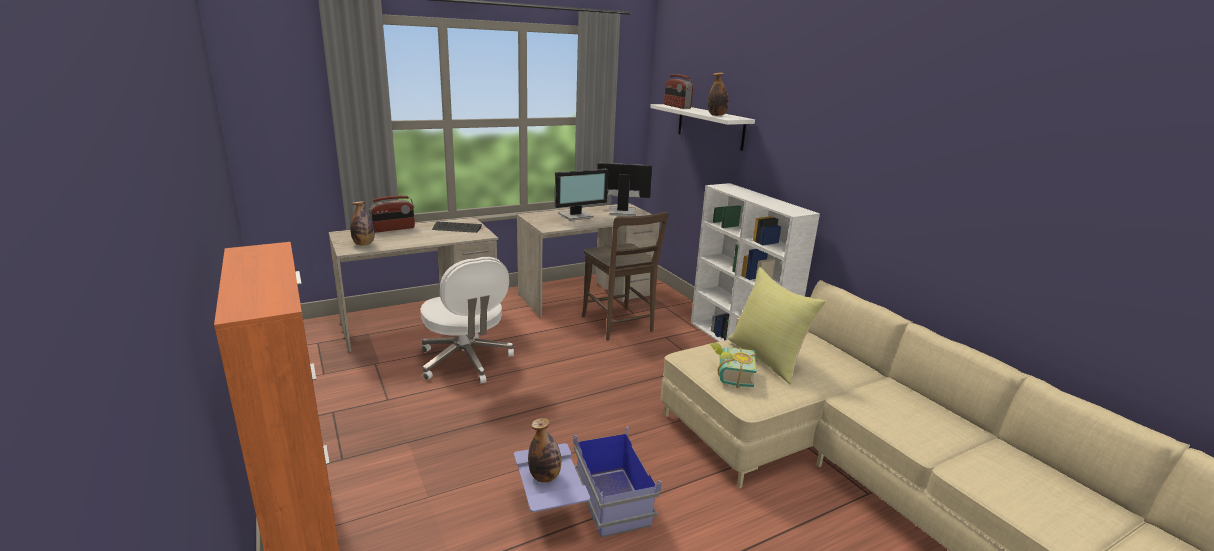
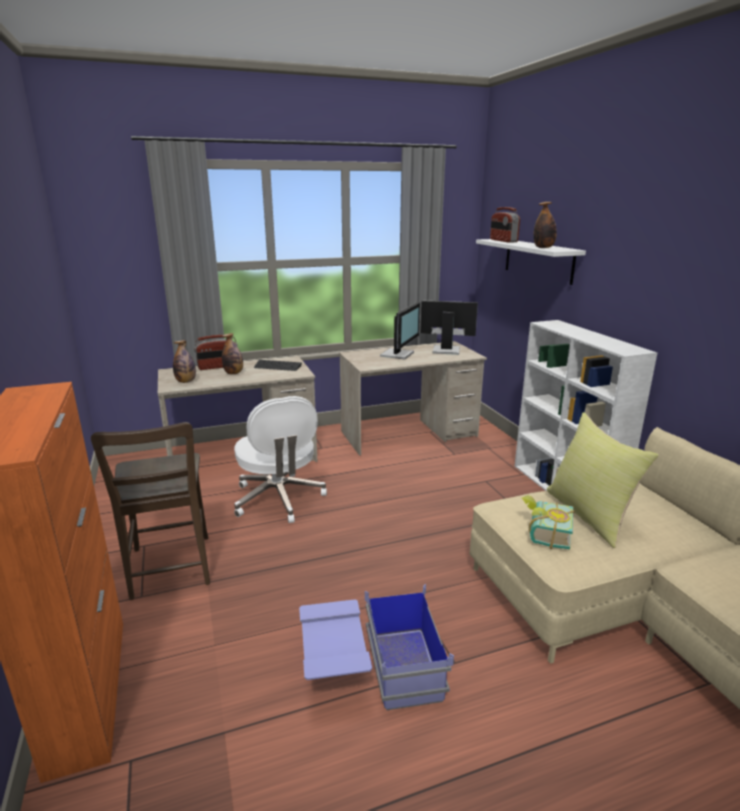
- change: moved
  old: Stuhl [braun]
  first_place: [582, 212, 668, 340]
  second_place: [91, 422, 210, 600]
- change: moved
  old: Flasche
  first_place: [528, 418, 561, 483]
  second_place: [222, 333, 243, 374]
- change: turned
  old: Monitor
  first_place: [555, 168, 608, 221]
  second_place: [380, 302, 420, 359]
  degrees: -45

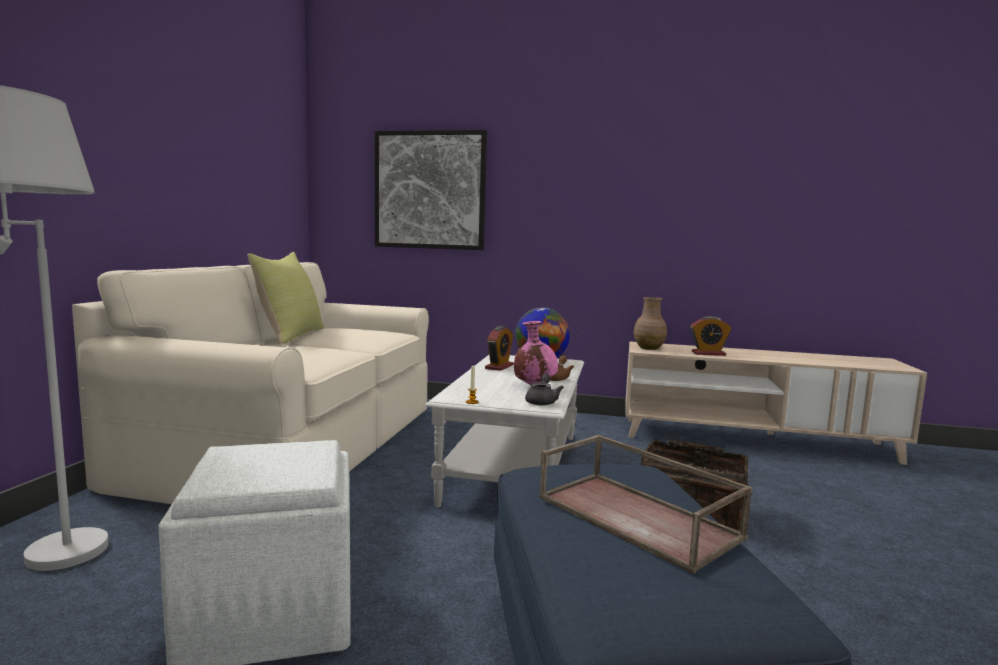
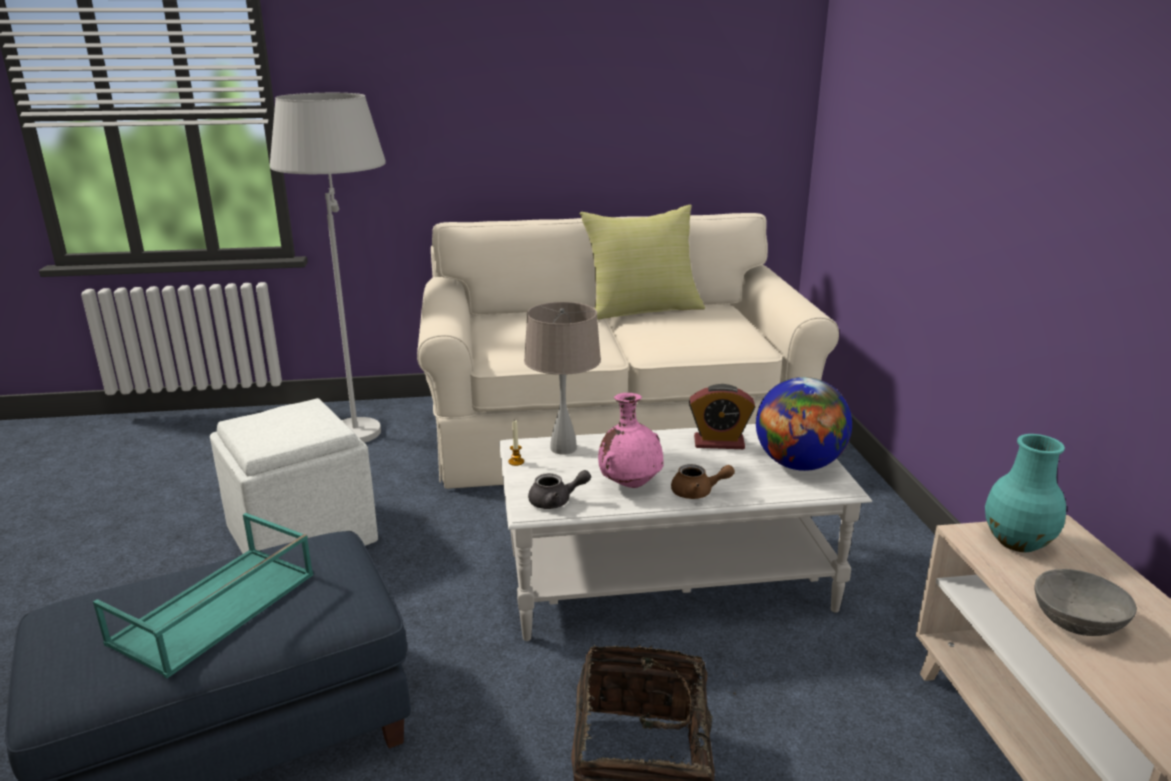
- change: recoloured
  old: Tablett [braun]
  new: Tablett [türkis]
  first_place: [539, 435, 753, 574]
  second_place: [93, 513, 313, 678]
- change: added
  new: Tischlampe [beige]
  second_place: [524, 302, 601, 454]
- change: recoloured
  old: Vase [braun]
  new: Vase [türkis]
  first_place: [633, 297, 667, 350]
  second_place: [985, 434, 1066, 552]
- change: replaced
  old: Wecker
  new: Schüssel [grau]
  first_place: [690, 316, 731, 356]
  second_place: [1034, 569, 1137, 636]
- change: removed
  old: Bild
  first_place: [375, 130, 487, 250]

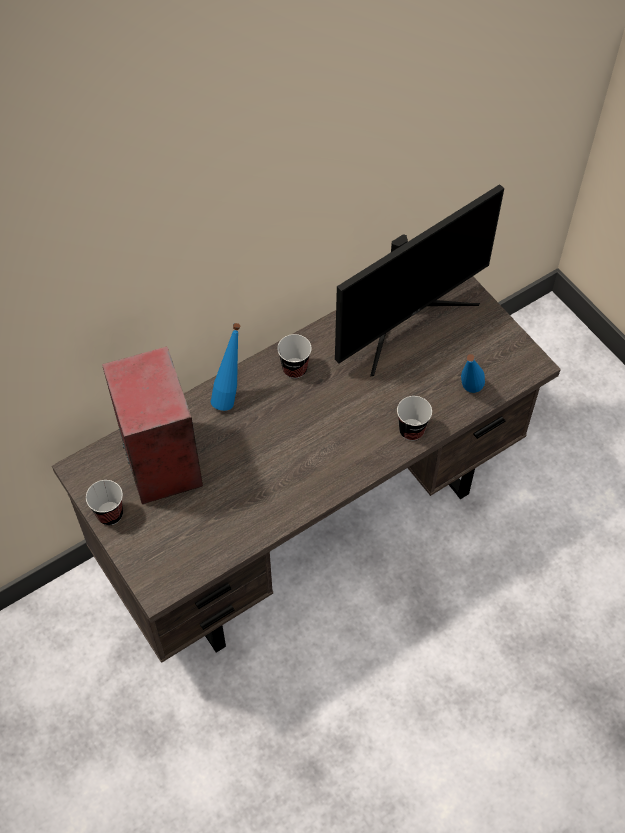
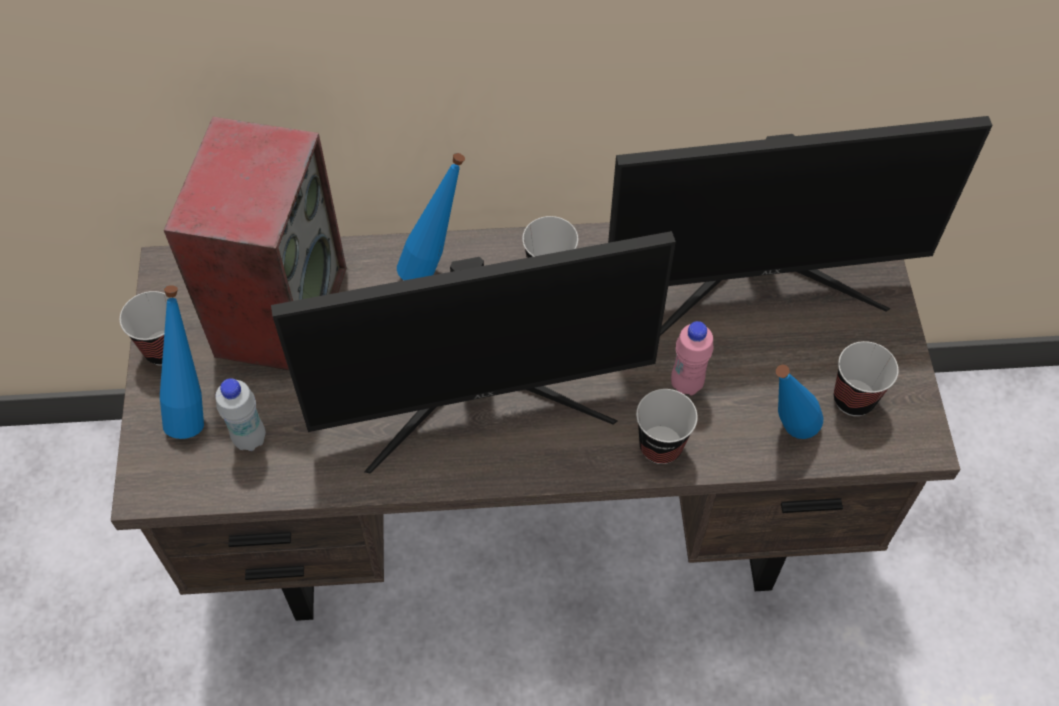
- change: added
  new: Flasche [blau]
  second_place: [160, 285, 204, 439]
- change: added
  new: Flasche [weiß]
  second_place: [215, 378, 266, 451]
- change: added
  new: Monitor
  second_place: [271, 231, 676, 474]
- change: added
  new: Flasche [rosa]
  second_place: [671, 321, 713, 395]
- change: added
  new: Tasse
  second_place: [834, 341, 899, 416]

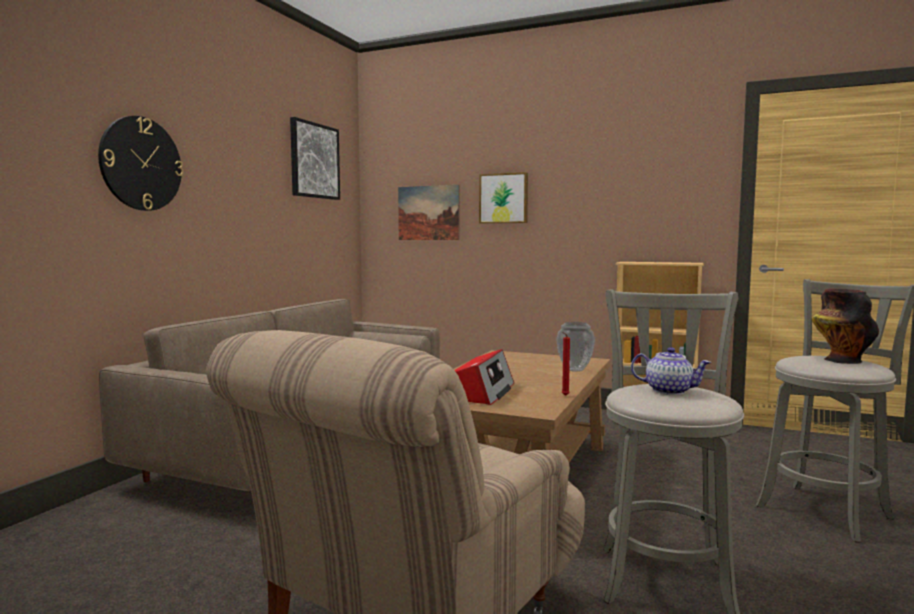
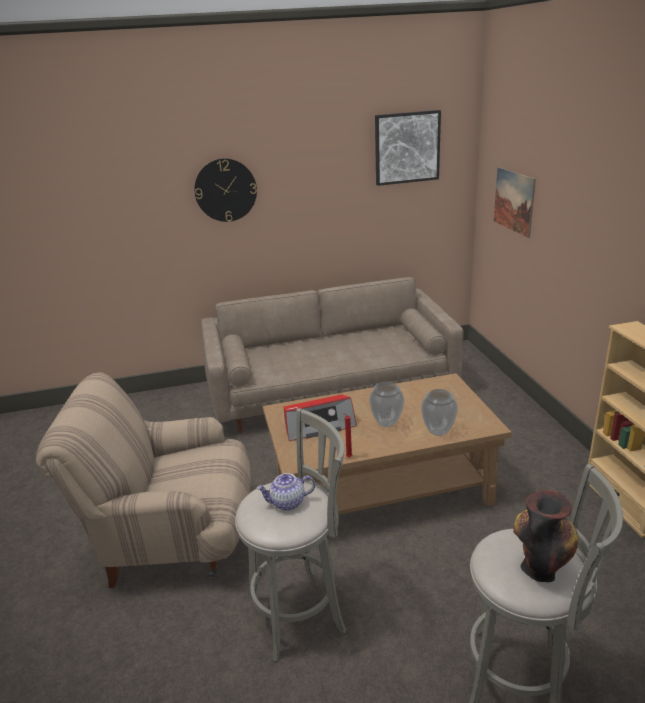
- change: turned
  old: Teekanne
  first_place: [631, 347, 711, 395]
  second_place: [256, 473, 315, 511]
  degrees: 90
- change: added
  new: Vase
  second_place: [369, 381, 404, 427]
- change: removed
  old: Bild
  first_place: [479, 172, 528, 224]

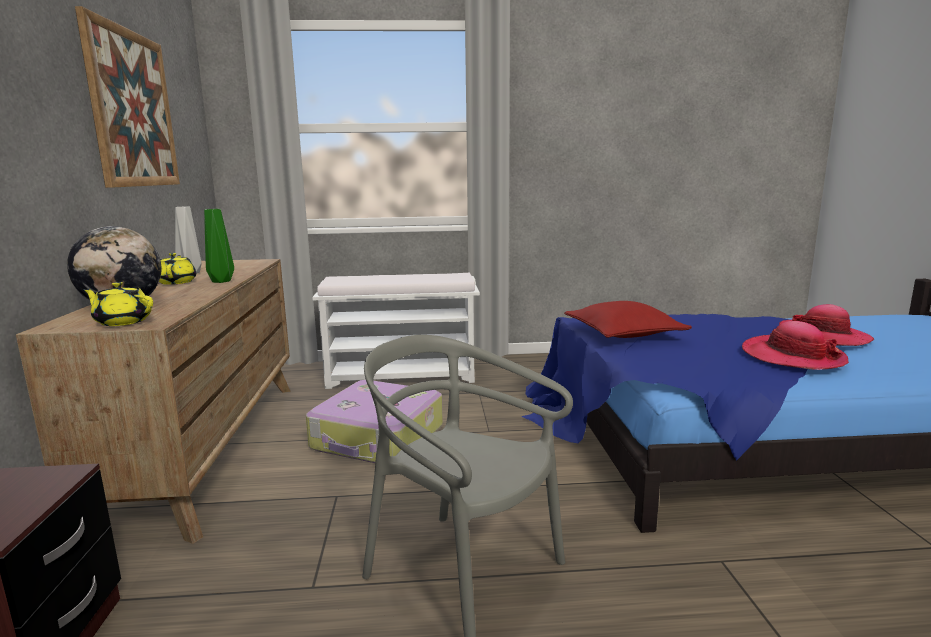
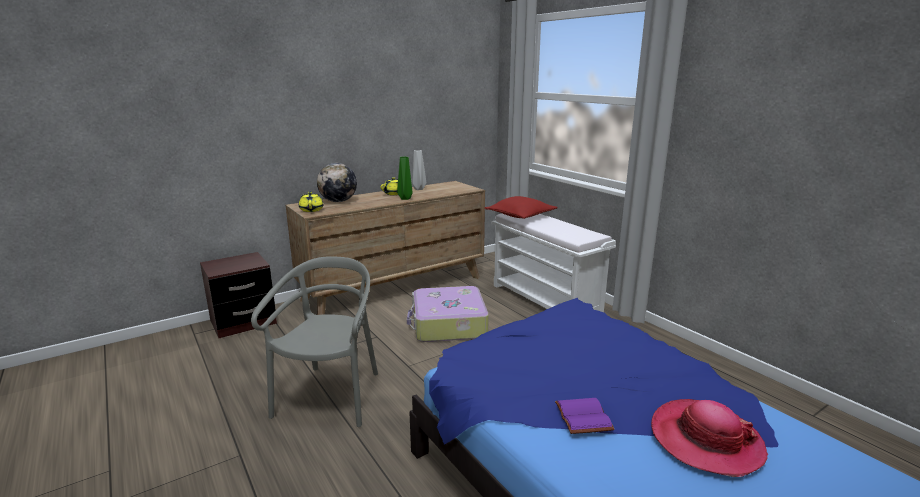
- change: moved
  old: Kissen [rot]
  first_place: [564, 301, 692, 338]
  second_place: [485, 196, 558, 219]
- change: replaced
  old: Hut
  new: Buch [lila]
  first_place: [742, 321, 849, 370]
  second_place: [555, 398, 615, 434]
- change: removed
  old: Bild
  first_place: [75, 6, 180, 188]

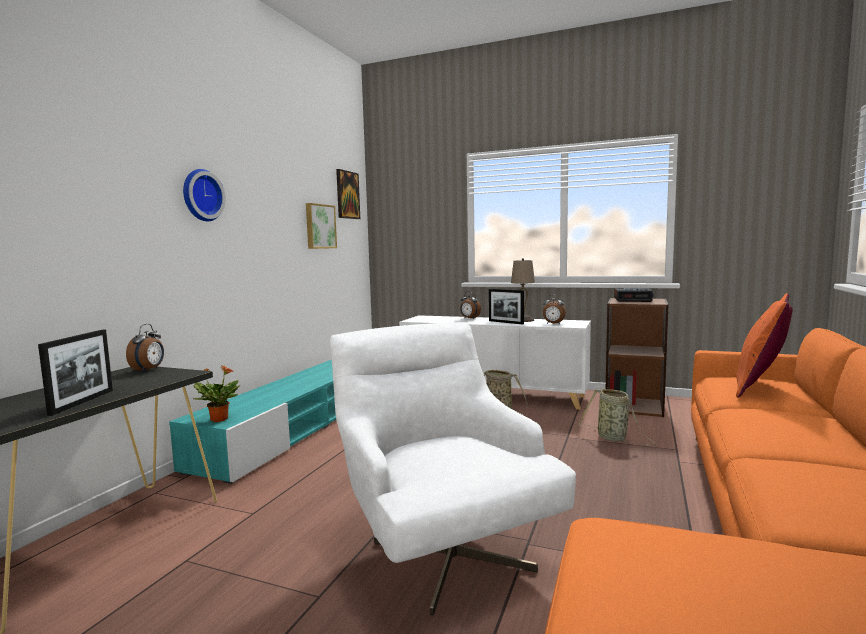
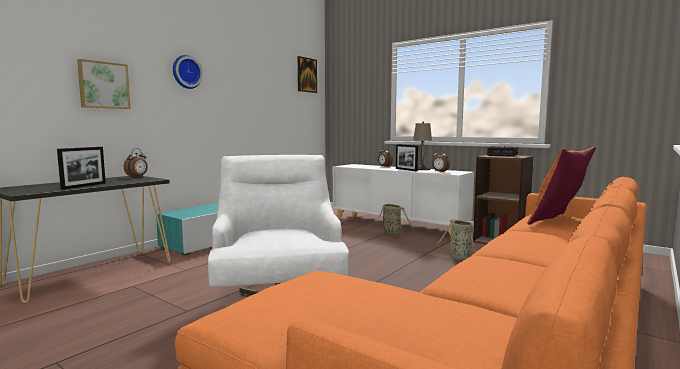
- change: moved
  old: Bild
  first_place: [306, 203, 337, 249]
  second_place: [77, 59, 131, 109]
- change: removed
  old: Topfpflanze
  first_place: [193, 365, 241, 422]

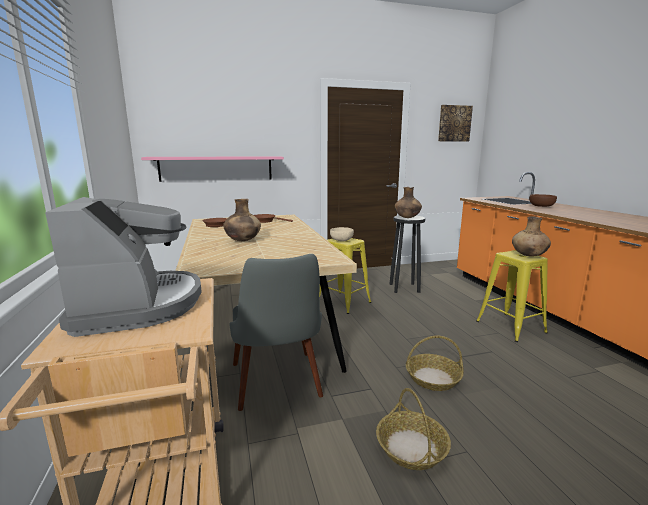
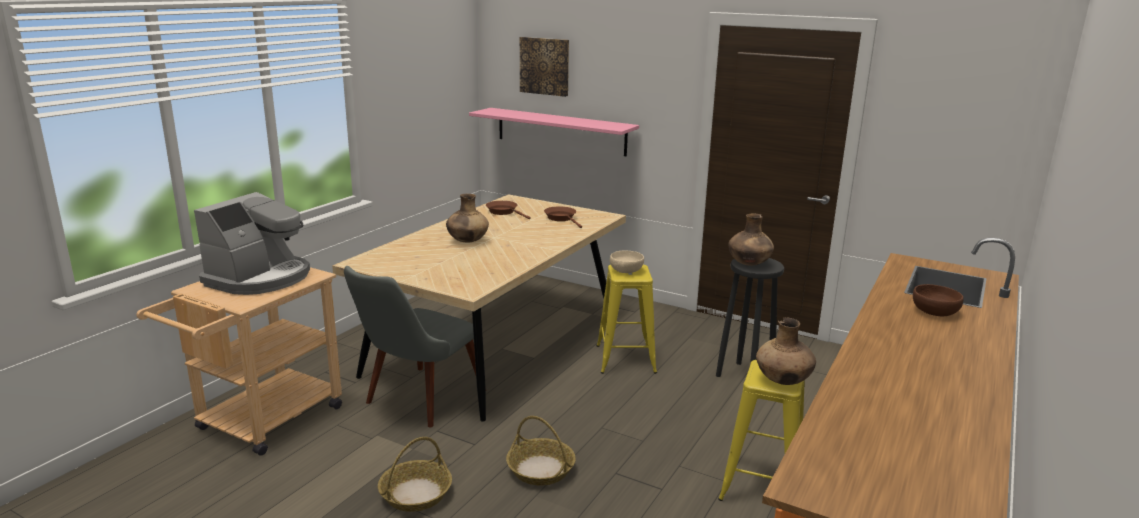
- change: moved
  old: Bild
  first_place: [438, 105, 473, 142]
  second_place: [520, 37, 569, 97]

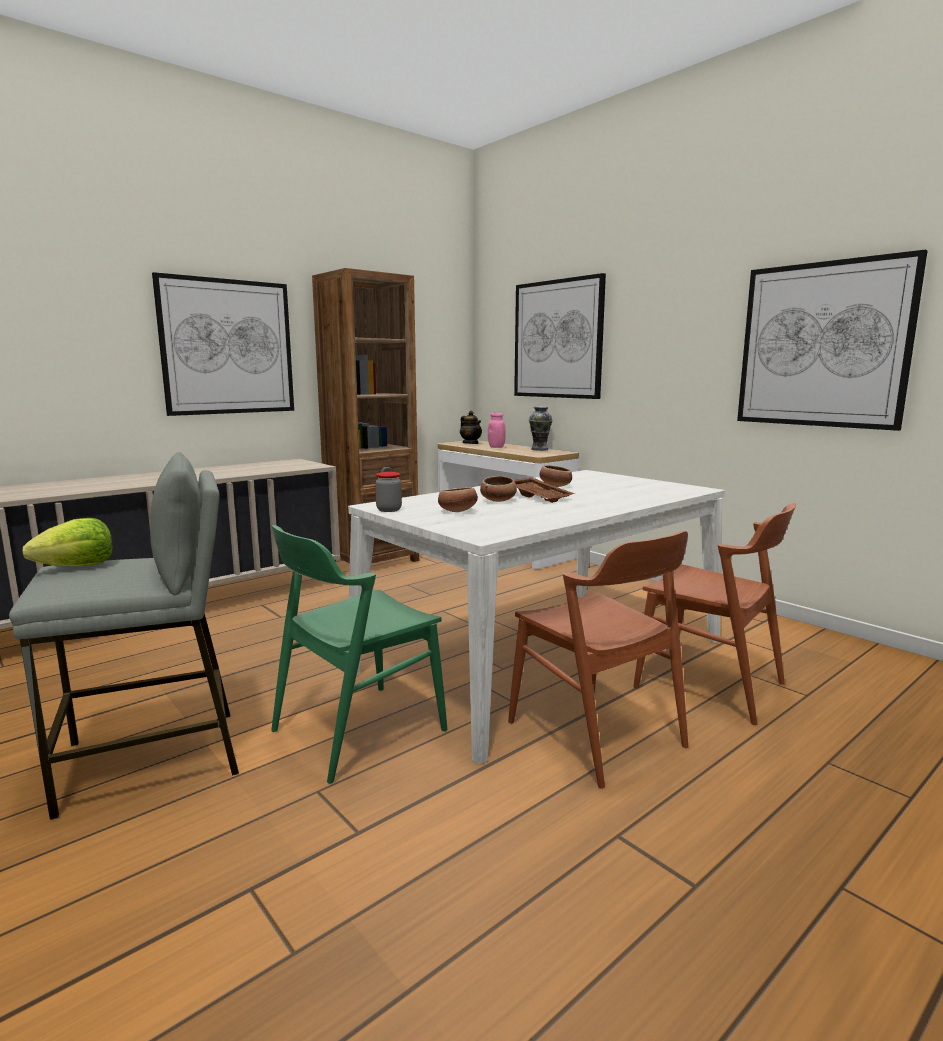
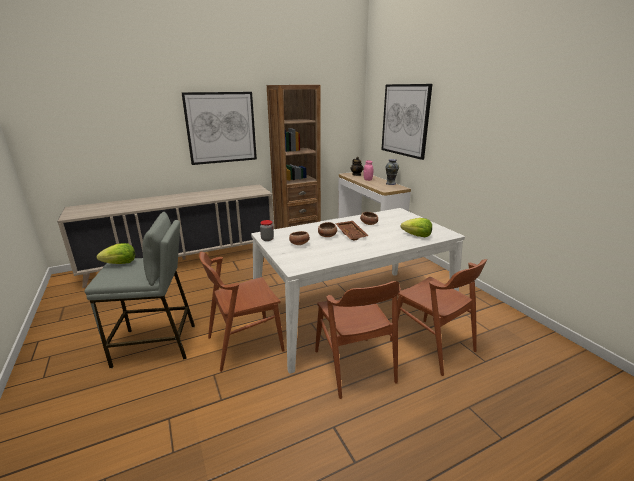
- change: recoloured
  old: Stuhl [grün]
  new: Stuhl [braun]
  first_place: [271, 525, 447, 784]
  second_place: [199, 252, 285, 372]
- change: added
  new: Salatkopf
  second_place: [401, 218, 432, 237]
- change: removed
  old: Bild
  first_place: [737, 250, 928, 431]

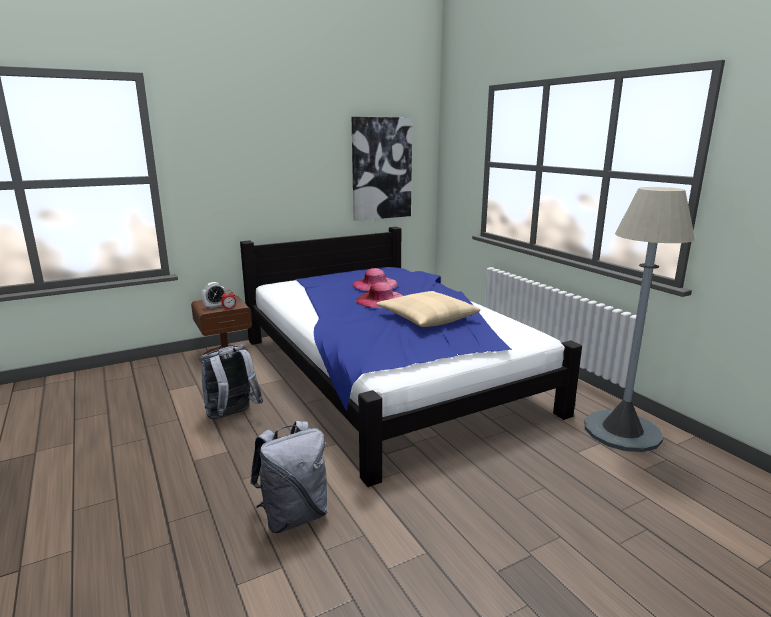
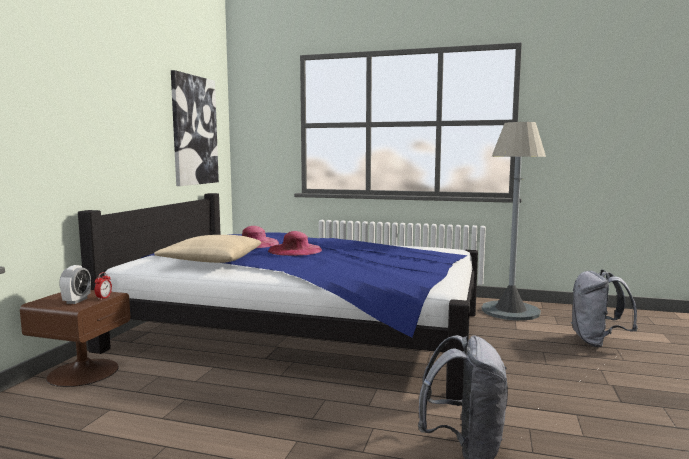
- change: moved
  old: Kissen [beige]
  first_place: [376, 291, 480, 327]
  second_place: [154, 235, 261, 263]
- change: moved
  old: Rucksack [grau]
  first_place: [199, 345, 263, 419]
  second_place: [571, 270, 638, 347]

